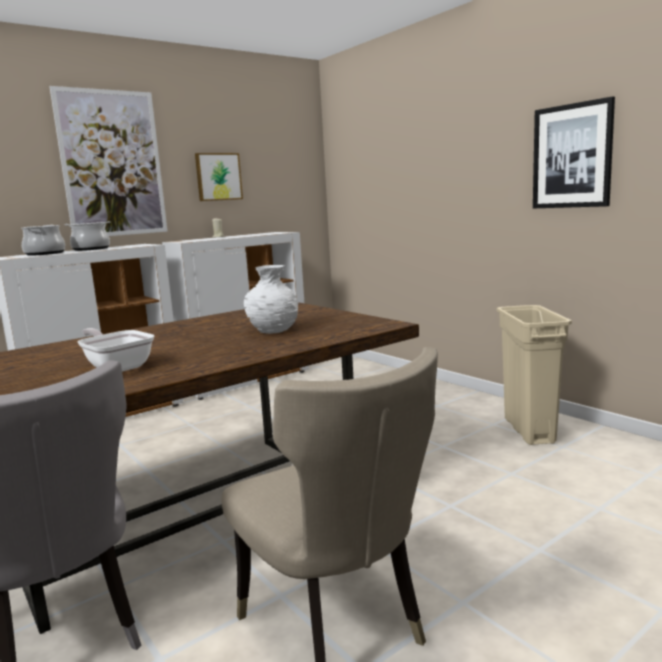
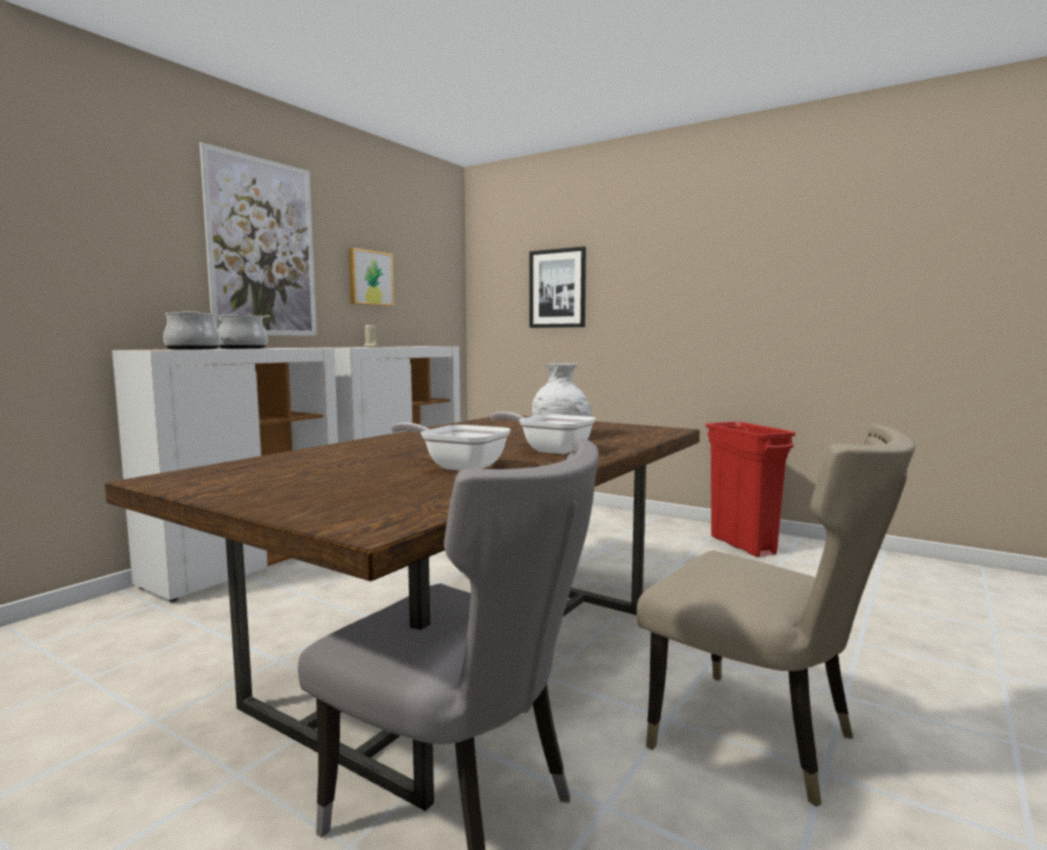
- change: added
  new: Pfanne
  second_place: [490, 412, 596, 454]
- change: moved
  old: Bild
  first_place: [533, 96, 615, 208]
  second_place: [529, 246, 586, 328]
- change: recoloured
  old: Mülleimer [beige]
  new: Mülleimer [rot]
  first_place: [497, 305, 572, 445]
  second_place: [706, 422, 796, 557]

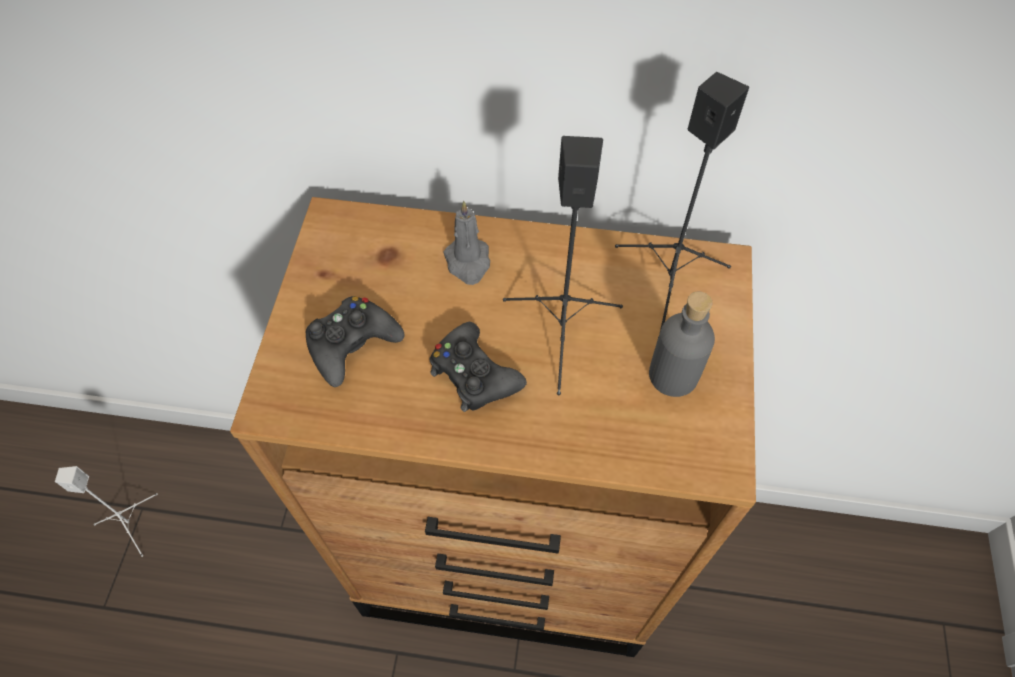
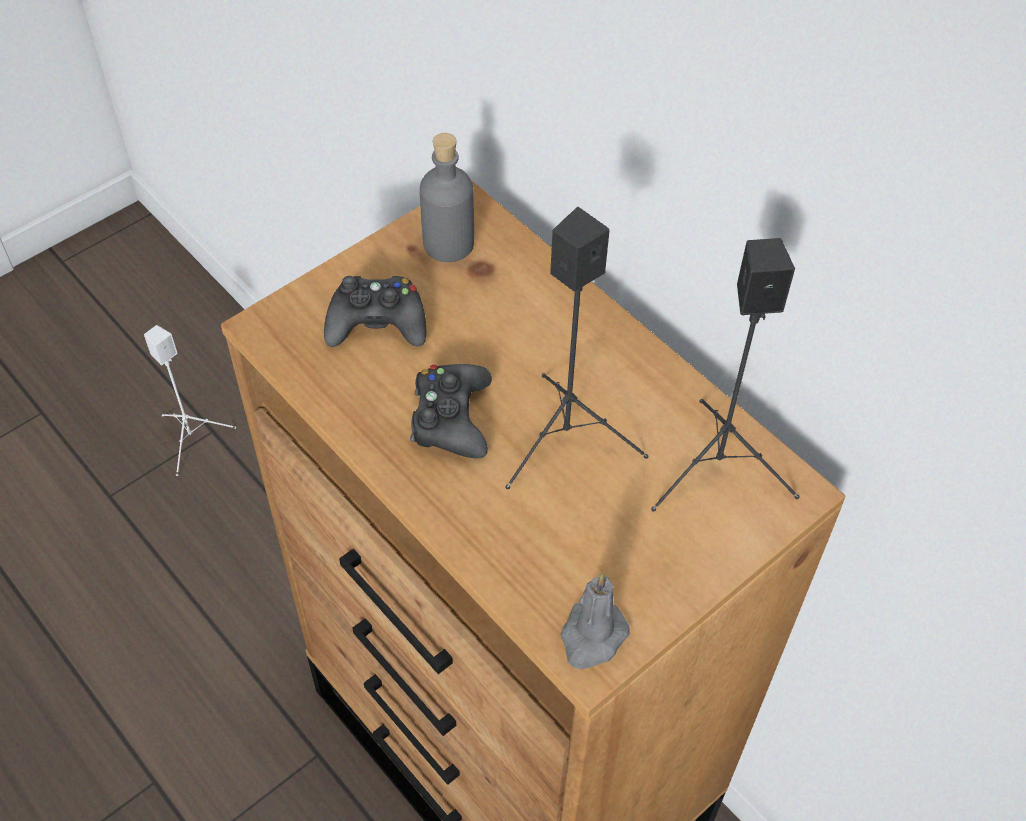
- change: moved
  old: Flasche [grau]
  first_place: [649, 291, 715, 397]
  second_place: [420, 133, 474, 262]
- change: moved
  old: Kerze [grau]
  first_place: [443, 201, 490, 285]
  second_place: [560, 573, 630, 670]

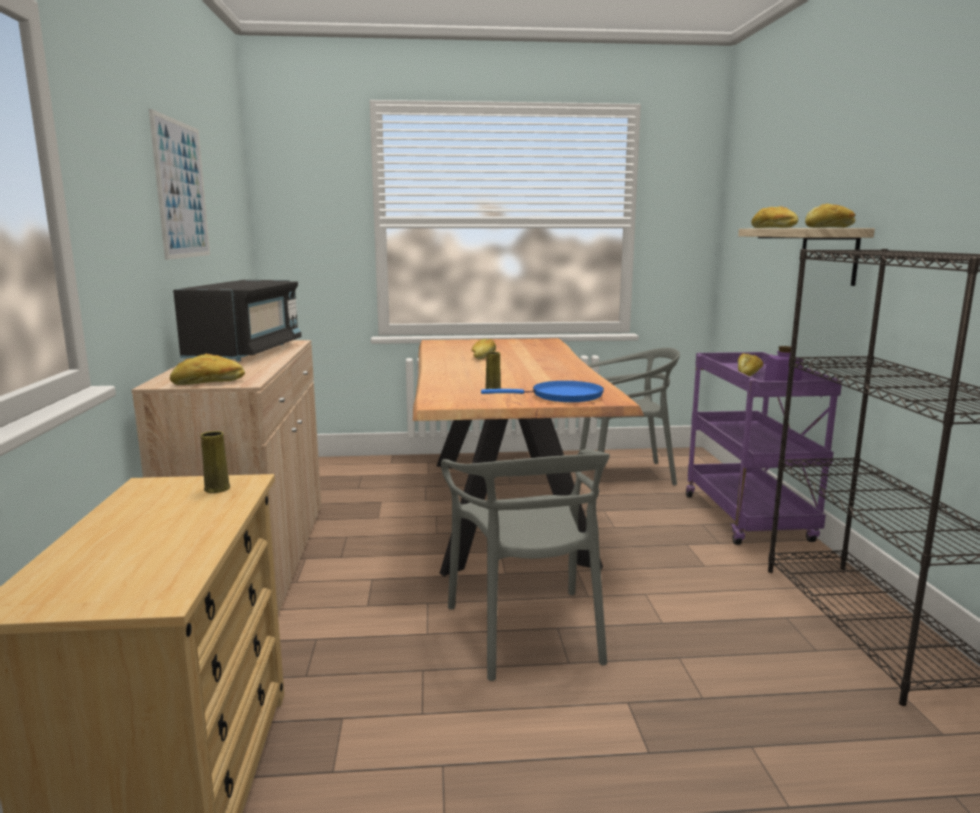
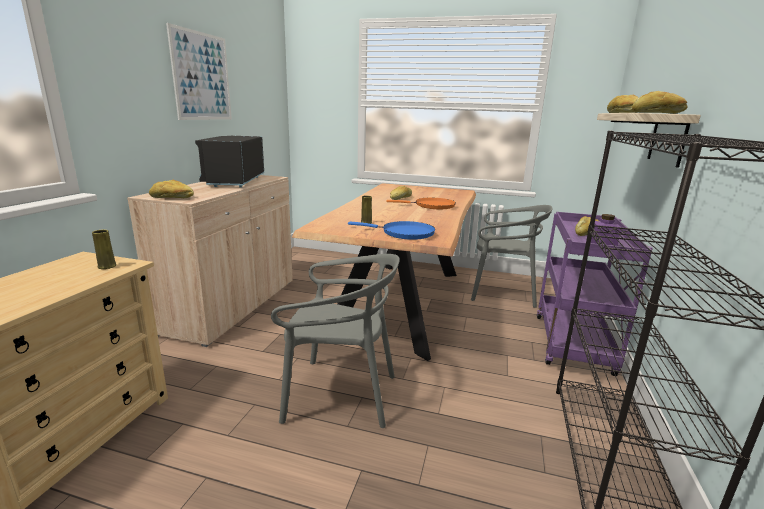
- change: turned
  old: Mikrowelle [schwarz]
  first_place: [173, 280, 301, 361]
  second_place: [195, 136, 264, 188]
  degrees: 150
- change: turned
  old: Stuhl [grau]
  first_place: [441, 449, 610, 681]
  second_place: [271, 254, 400, 428]
  degrees: -90
- change: added
  new: Pfanne [orange]
  second_place: [386, 198, 456, 209]

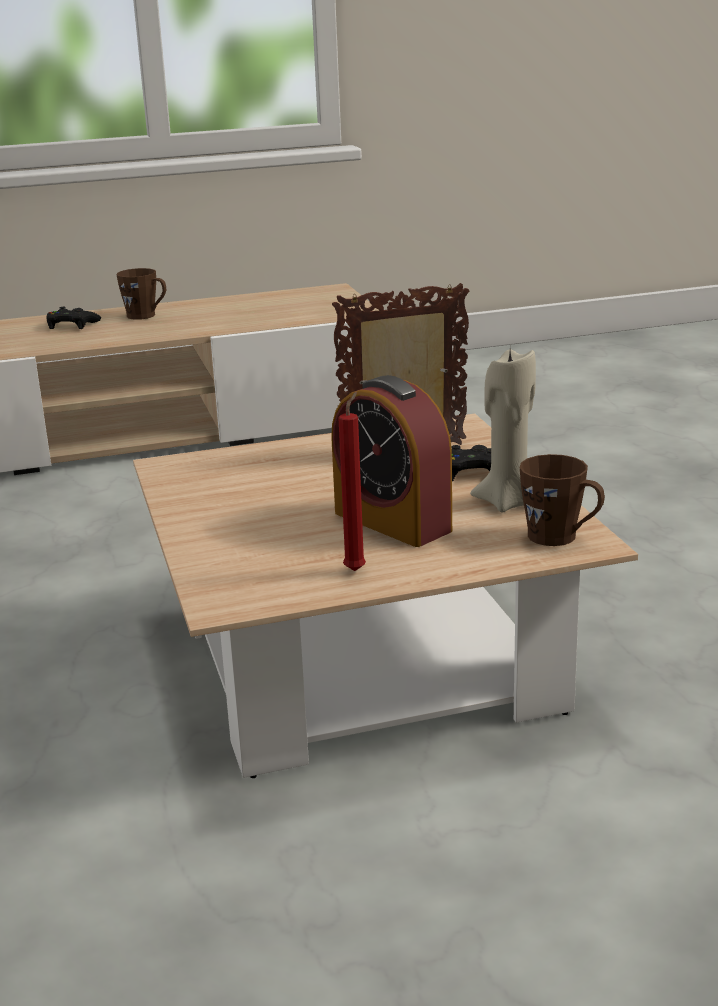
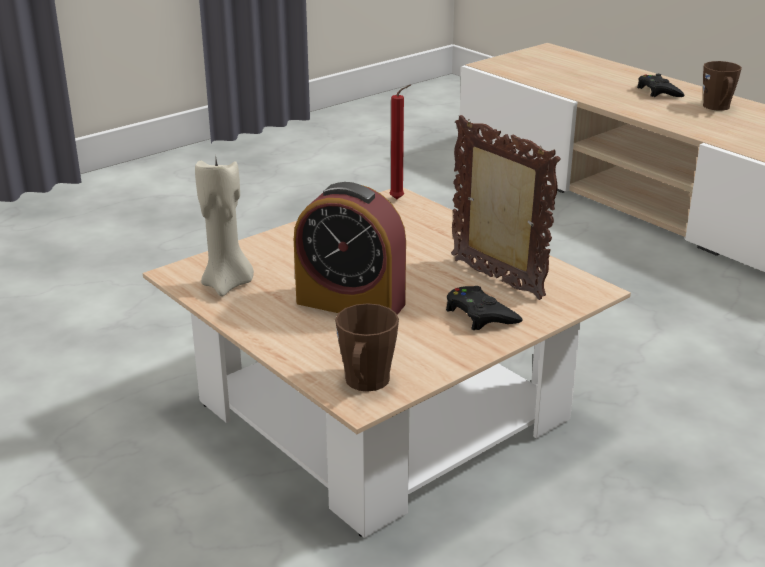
- change: moved
  old: Kerze [beige]
  first_place: [470, 350, 536, 512]
  second_place: [195, 160, 254, 296]
- change: turned
  old: Wecker
  first_place: [331, 375, 452, 547]
  second_place: [294, 182, 406, 315]
  degrees: -90
- change: moved
  old: Kerze [rot]
  first_place: [338, 392, 366, 571]
  second_place: [390, 85, 411, 199]

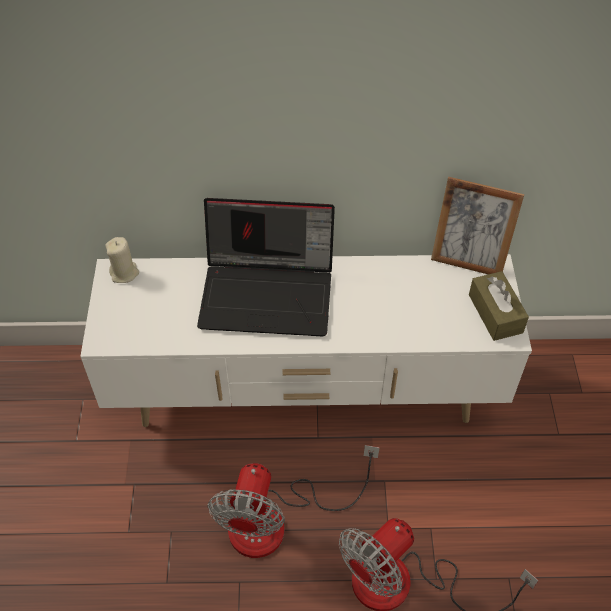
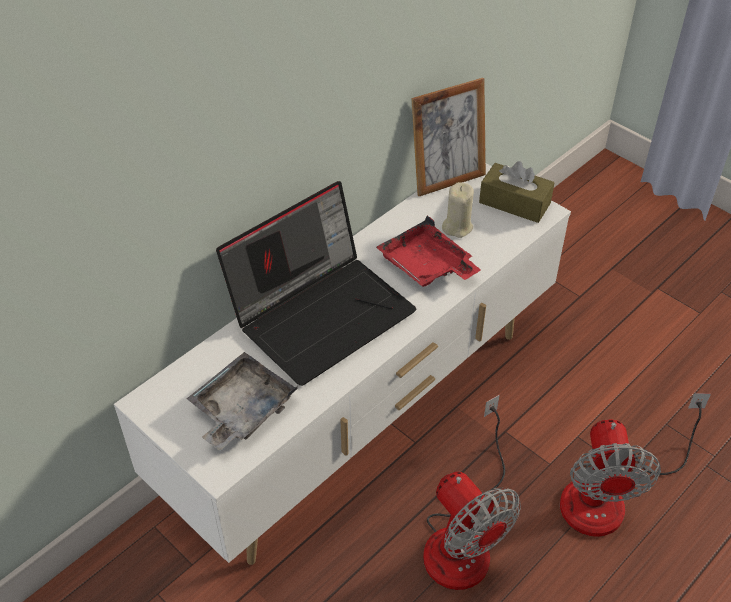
- change: added
  new: Tablett [grau]
  second_place: [187, 352, 297, 451]
- change: added
  new: Tablett [rot]
  second_place: [376, 216, 481, 287]
- change: moved
  old: Kerze [beige]
  first_place: [106, 237, 139, 283]
  second_place: [442, 182, 474, 238]

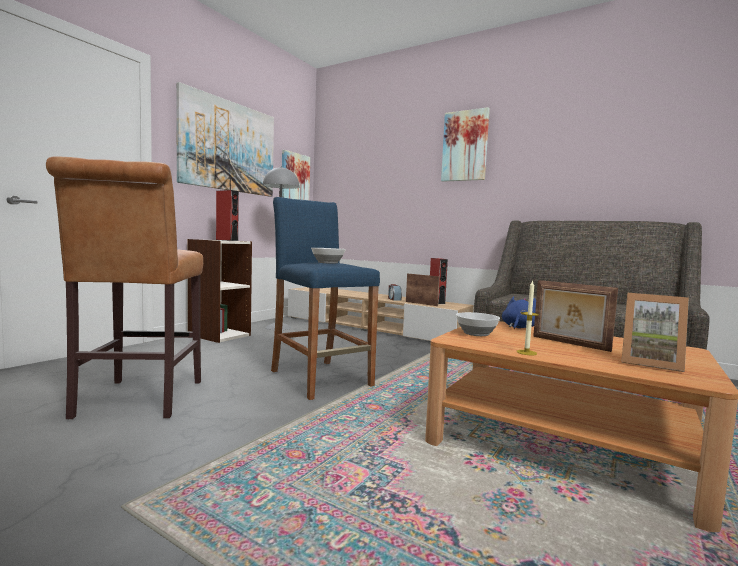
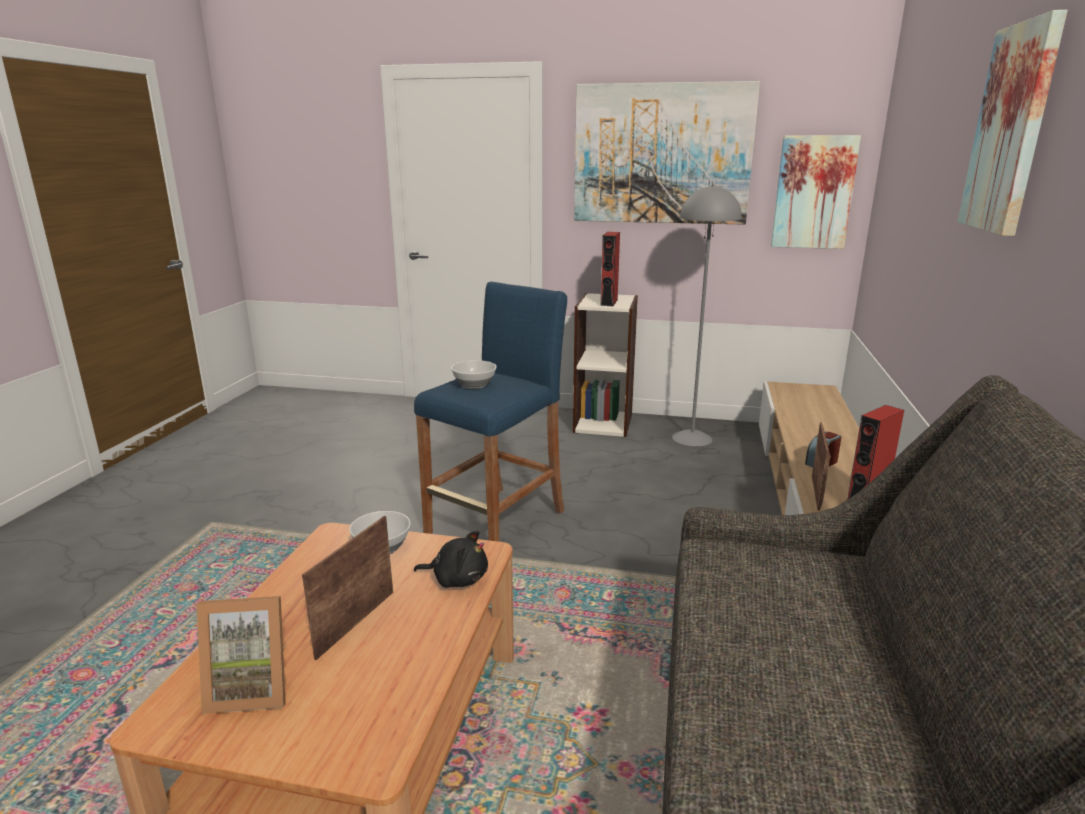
- change: turned
  old: Bilderrahmen
  first_place: [621, 293, 689, 372]
  second_place: [196, 596, 286, 714]
  degrees: -105
- change: recoloured
  old: Plüschtier [blau]
  new: Plüschtier [schwarz]
  first_place: [502, 296, 536, 329]
  second_place: [414, 531, 488, 588]
- change: removed
  old: Hocker [braun]
  first_place: [46, 156, 203, 420]
- change: removed
  old: Kerze
  first_place: [517, 280, 539, 355]

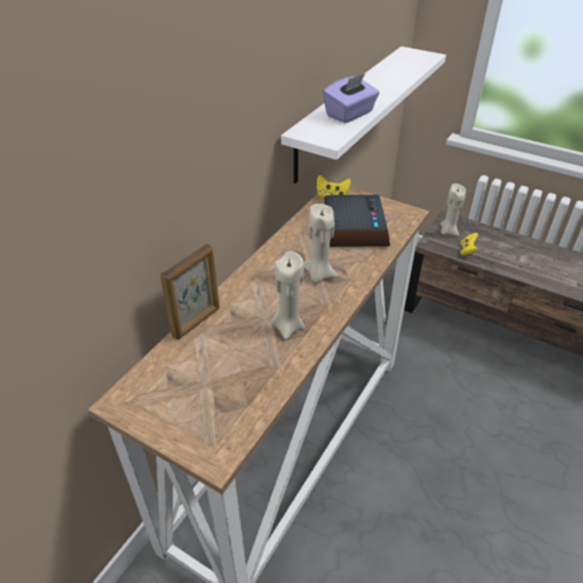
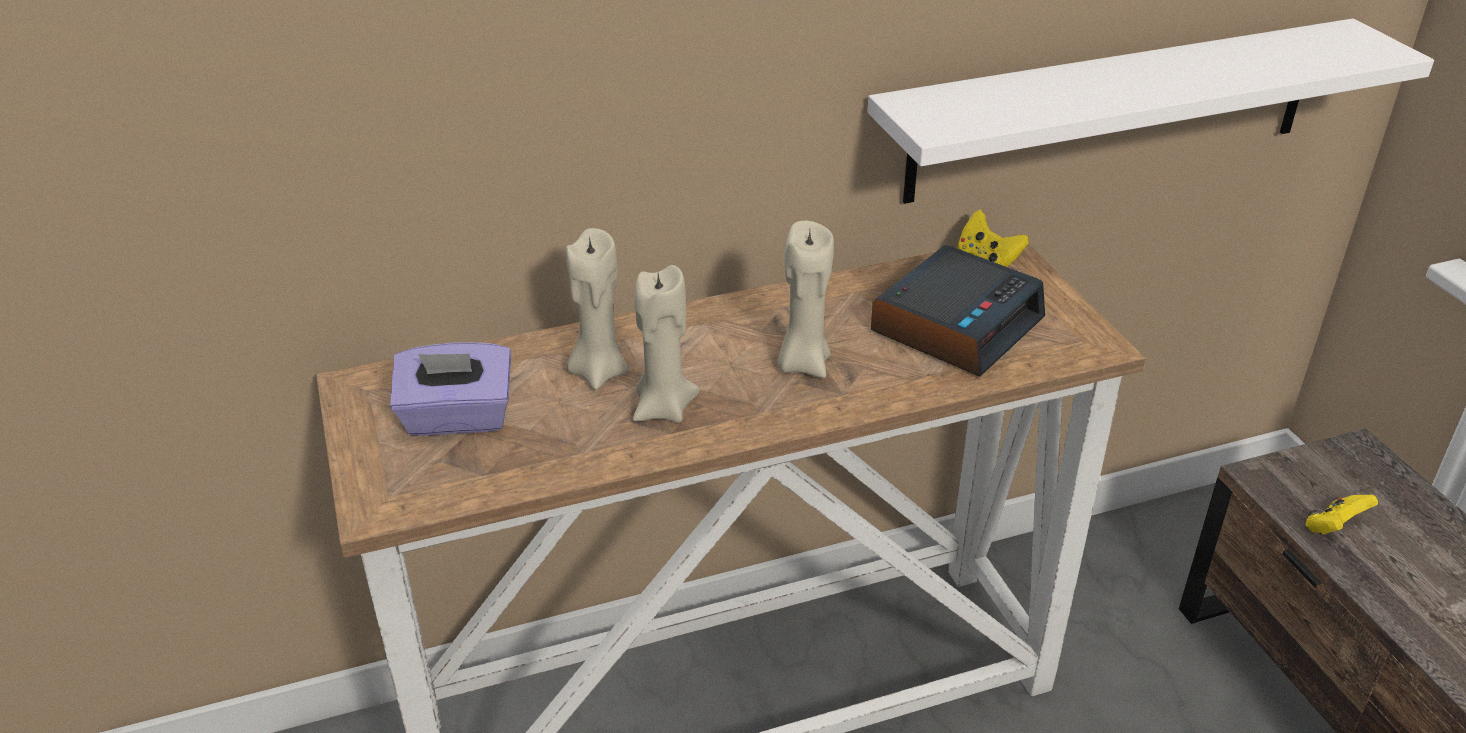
- change: moved
  old: Taschentuchbox [lila]
  first_place: [323, 74, 379, 123]
  second_place: [390, 342, 511, 436]
- change: moved
  old: Kerze [beige]
  first_place: [440, 184, 466, 236]
  second_place: [566, 228, 628, 390]
- change: removed
  old: Bilderrahmen
  first_place: [160, 244, 220, 340]

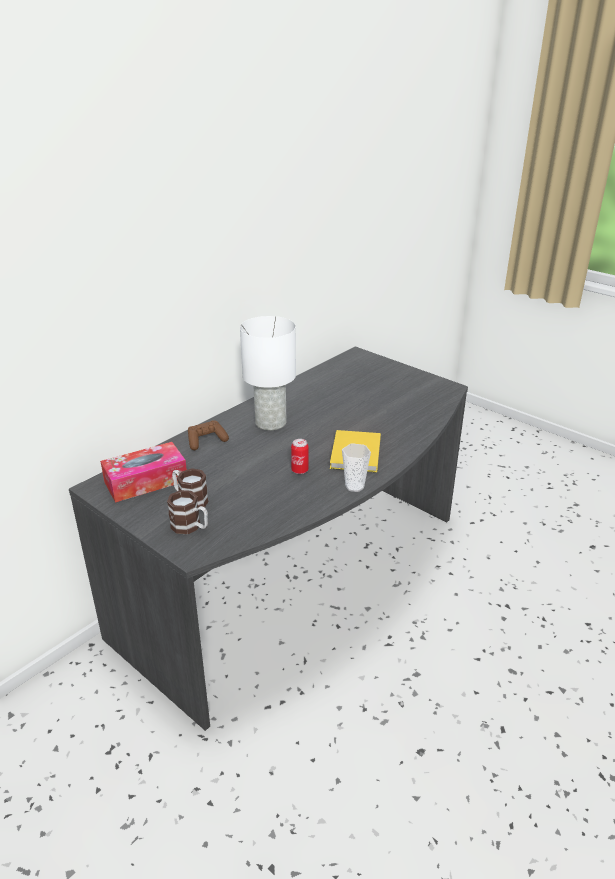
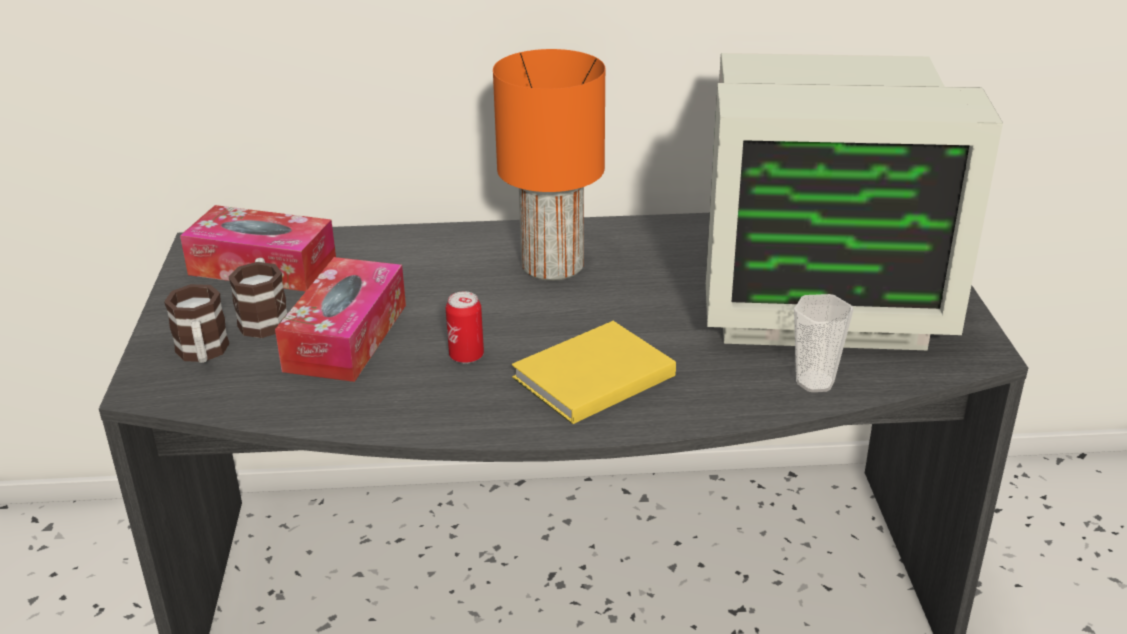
- change: added
  new: Taschentuchbox
  second_place: [275, 257, 406, 382]
- change: recoloured
  old: Tischlampe [weiß]
  new: Tischlampe [orange]
  first_place: [240, 316, 296, 431]
  second_place: [493, 49, 605, 281]
- change: added
  new: Monitor
  second_place: [706, 53, 1003, 350]
- change: moved
  old: Tasse
  first_place: [342, 443, 371, 492]
  second_place: [794, 294, 854, 392]
- change: removed
  old: Gamepad [braun]
  first_place: [188, 420, 229, 450]

